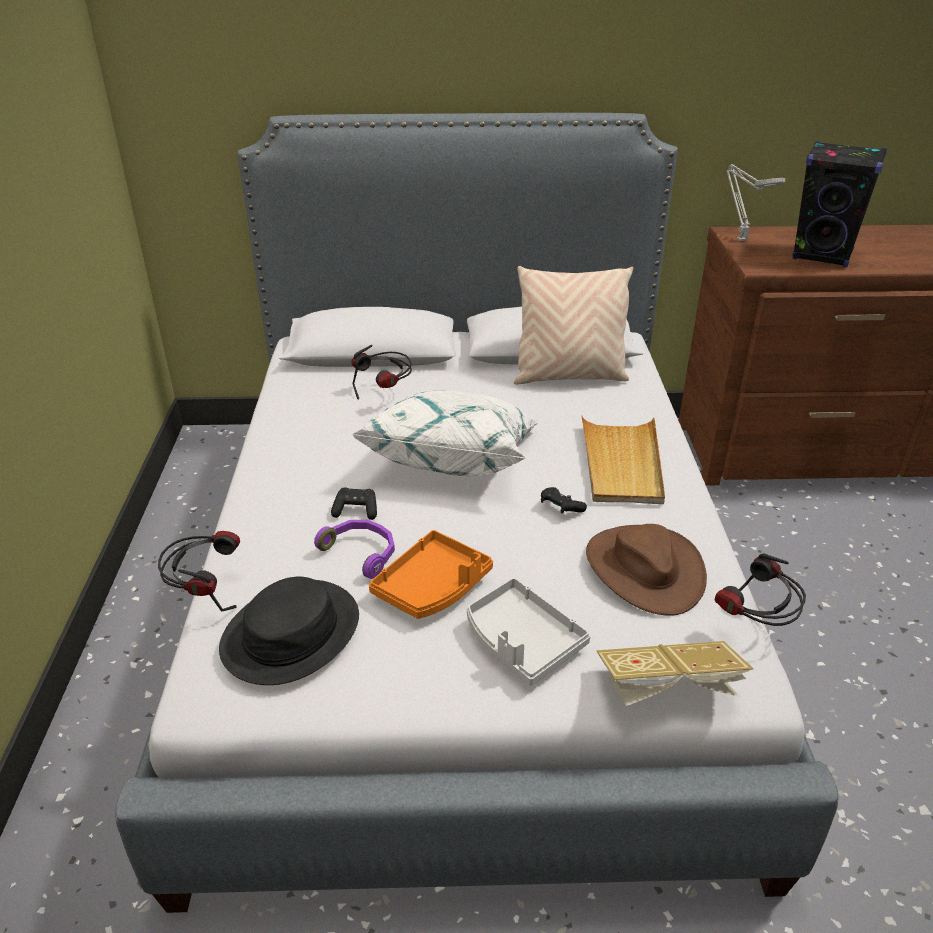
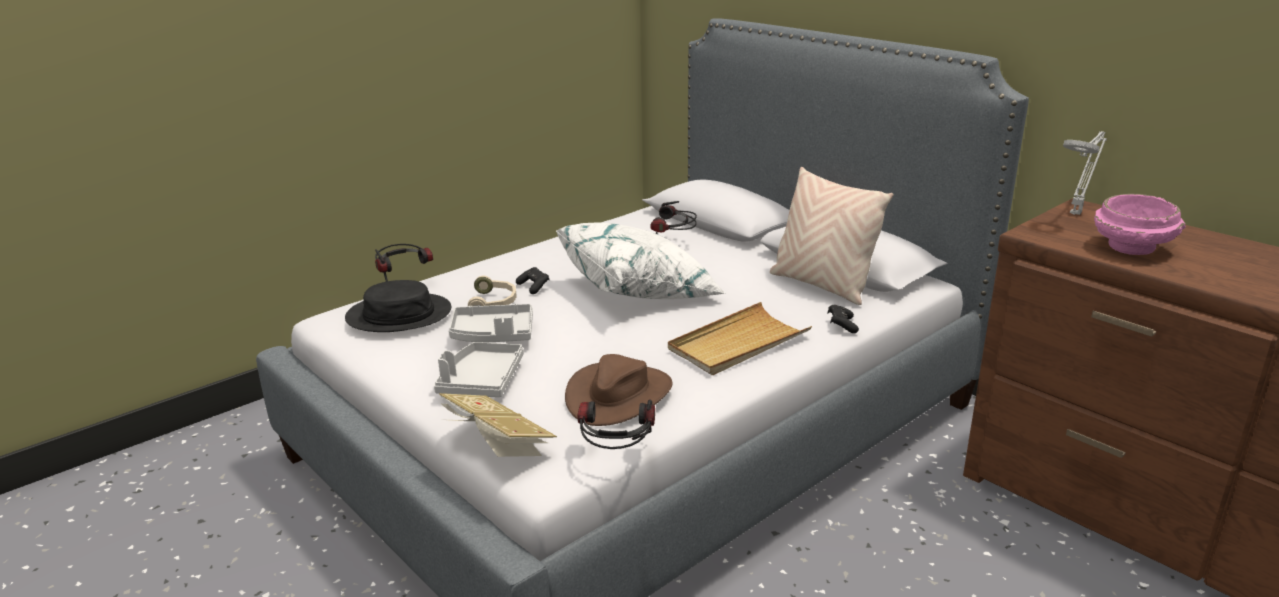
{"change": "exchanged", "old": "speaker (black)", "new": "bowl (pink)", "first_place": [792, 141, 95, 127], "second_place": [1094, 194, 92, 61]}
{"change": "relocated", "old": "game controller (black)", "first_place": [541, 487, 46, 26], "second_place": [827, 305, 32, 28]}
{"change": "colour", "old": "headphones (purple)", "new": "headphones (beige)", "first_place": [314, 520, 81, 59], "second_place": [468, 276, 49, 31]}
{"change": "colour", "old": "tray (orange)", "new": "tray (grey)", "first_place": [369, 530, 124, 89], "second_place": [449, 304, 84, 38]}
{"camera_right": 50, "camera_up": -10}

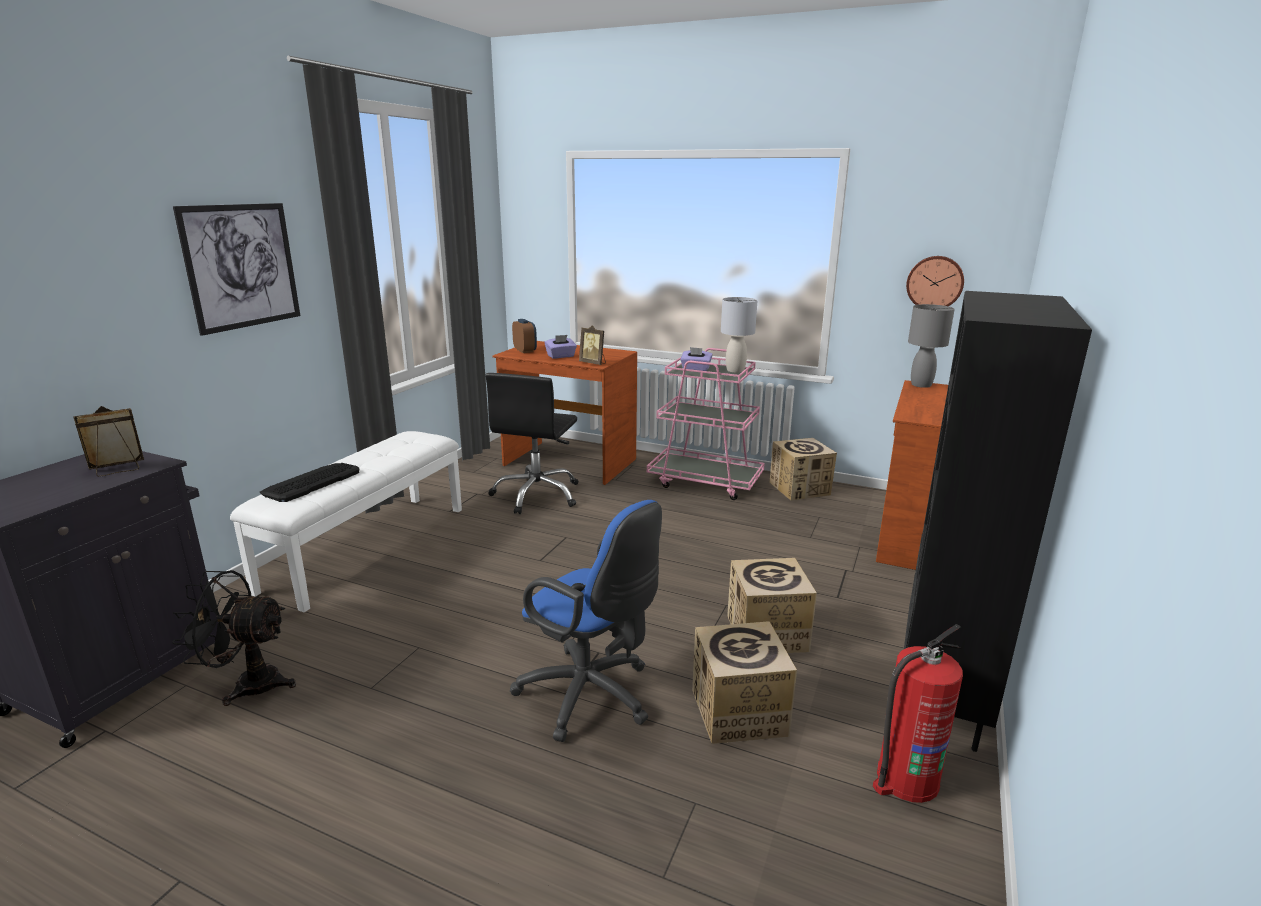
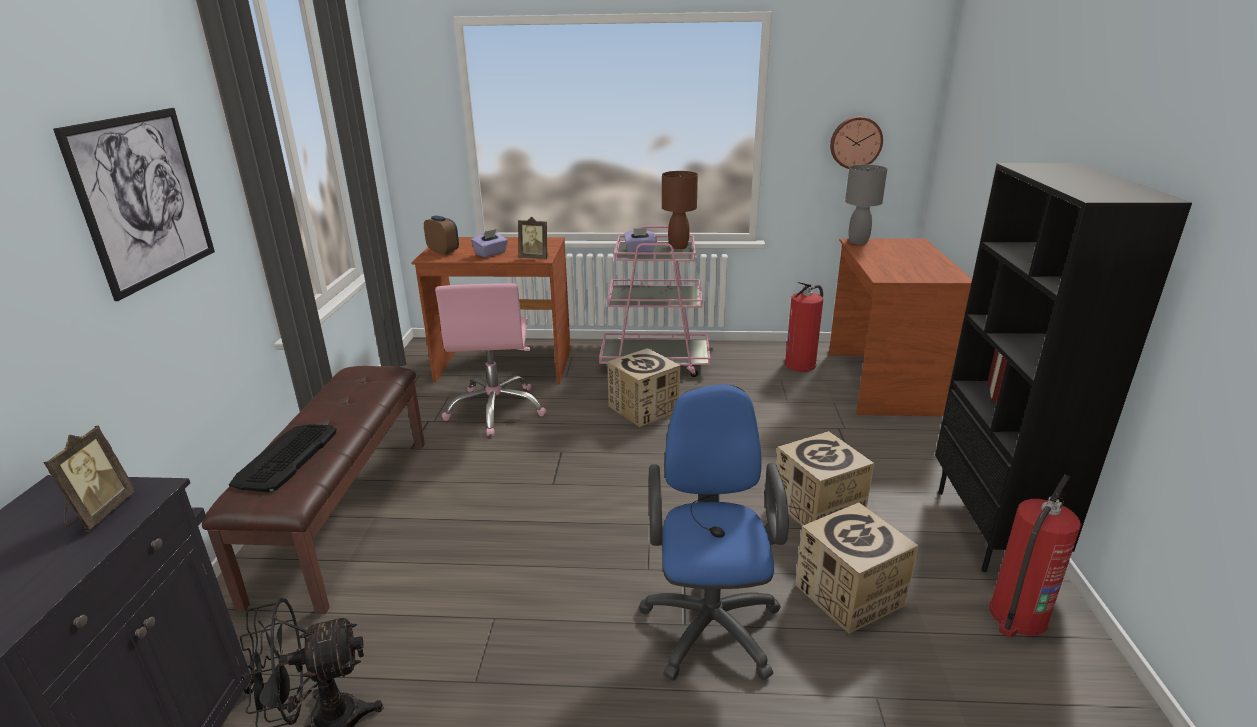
{"change": "colour", "old": "table lamp (grey)", "new": "table lamp (brown)", "first_place": [721, 297, 37, 76], "second_place": [662, 171, 36, 78]}
{"change": "colour", "old": "office chair (black)", "new": "office chair (pink)", "first_place": [485, 373, 93, 141], "second_place": [435, 283, 111, 153]}
{"change": "spun", "old": "picture frame", "first_place": [73, 406, 71, 71], "second_place": [43, 426, 92, 104], "degrees": 150}
{"change": "colour", "old": "bench (white)", "new": "bench (brown)", "first_place": [230, 431, 232, 181], "second_place": [202, 366, 223, 248]}
{"change": "relocated", "old": "cardboard box", "first_place": [770, 438, 67, 63], "second_place": [607, 348, 74, 79]}
{"change": "spun", "old": "office chair (blue)", "first_place": [510, 500, 152, 242], "second_place": [638, 384, 151, 297], "degrees": -105}
{"change": "appeared", "new": "fire extinguisher", "second_place": [785, 282, 38, 90]}
{"camera_right": -20, "camera_up": 5}

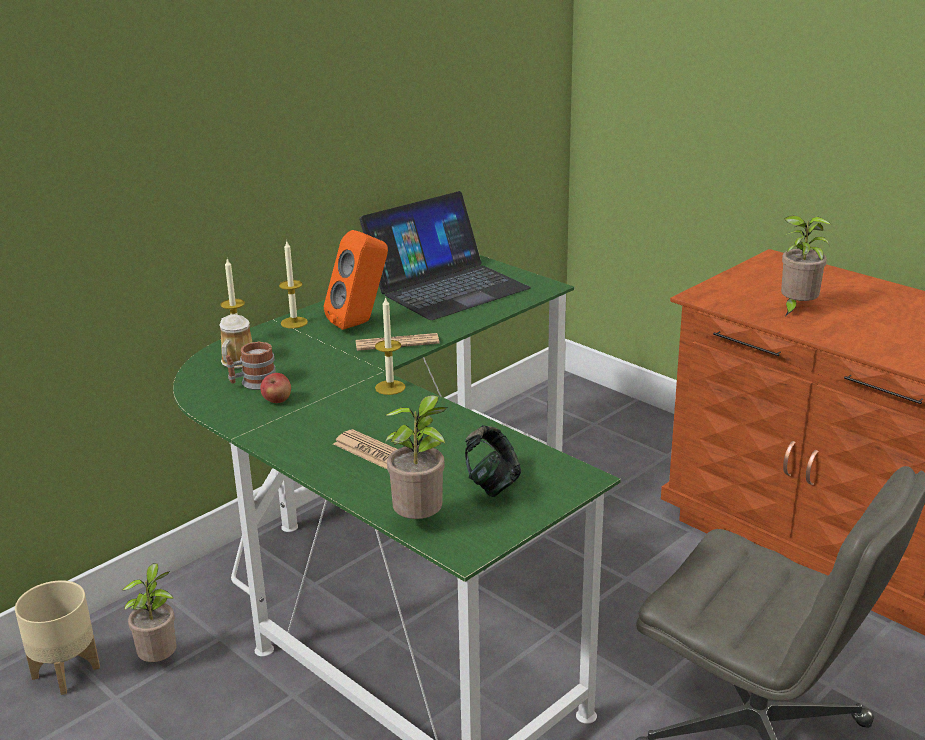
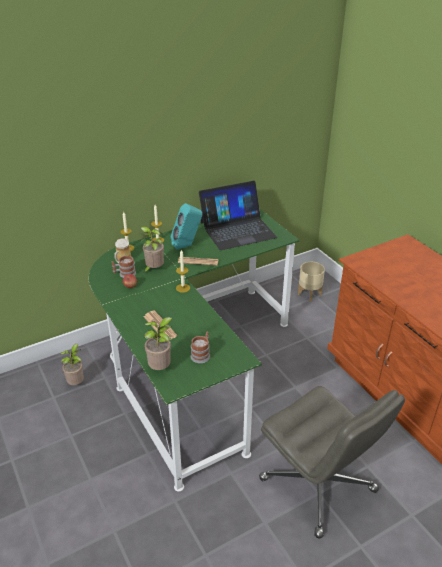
{"change": "relocated", "old": "potted plant", "first_place": [781, 215, 50, 101], "second_place": [139, 227, 25, 45]}
{"change": "colour", "old": "speaker (orange)", "new": "speaker (turquoise)", "first_place": [324, 230, 64, 100], "second_place": [171, 203, 31, 47]}
{"change": "exchanged", "old": "headphones", "new": "mug", "first_place": [465, 425, 56, 72], "second_place": [191, 332, 19, 31]}
{"change": "relocated", "old": "planter (beige)", "first_place": [15, 580, 85, 115], "second_place": [298, 262, 27, 40]}
{"camera_right": 15, "camera_up": 10}

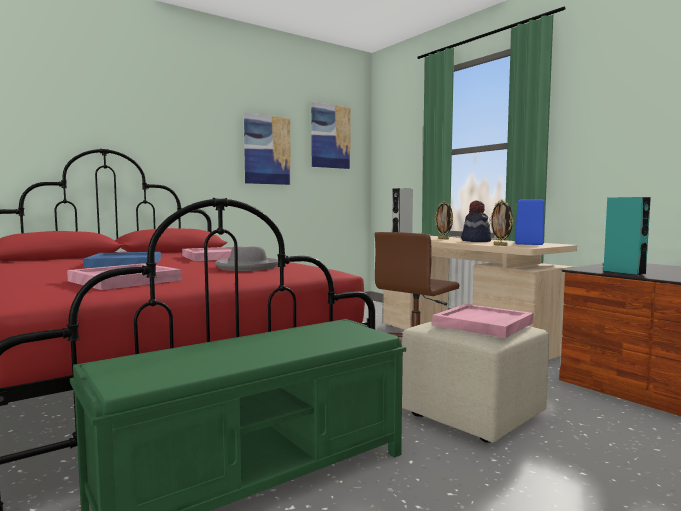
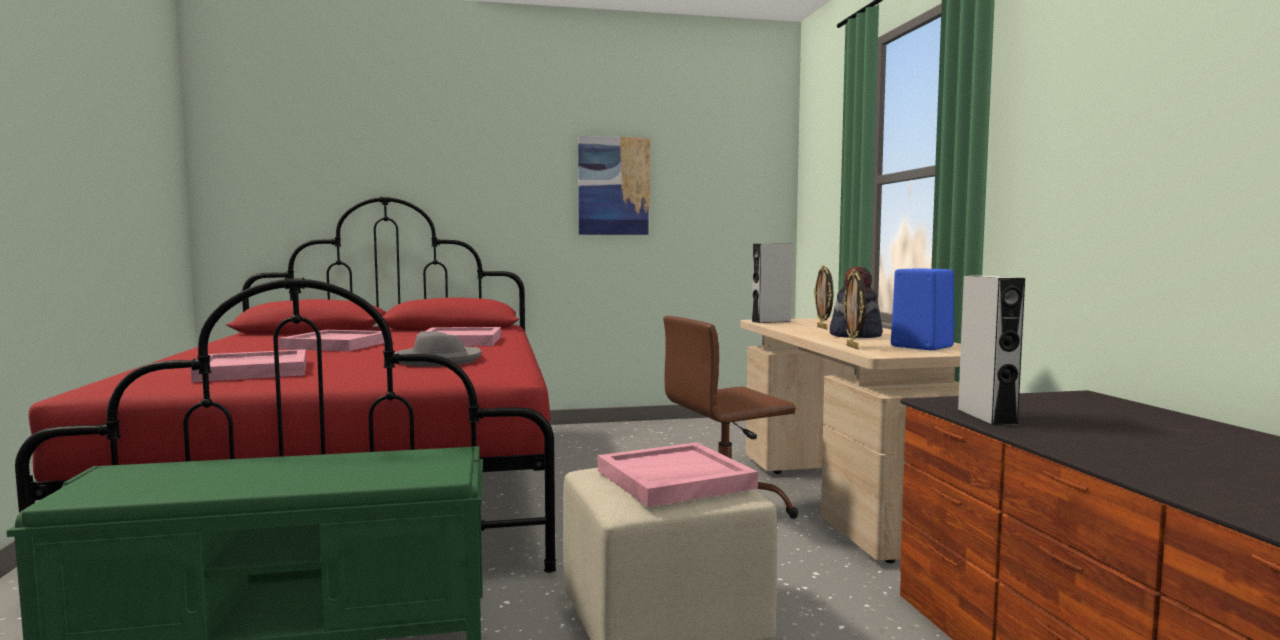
{"change": "missing", "old": "picture", "first_place": [311, 102, 40, 67]}
{"change": "colour", "old": "speaker (turquoise)", "new": "speaker (grey)", "first_place": [603, 197, 48, 79], "second_place": [958, 275, 67, 151]}
{"change": "colour", "old": "tray (blue)", "new": "tray (pink)", "first_place": [83, 252, 78, 16], "second_place": [279, 330, 112, 21]}
{"camera_right": 25, "camera_up": 0}

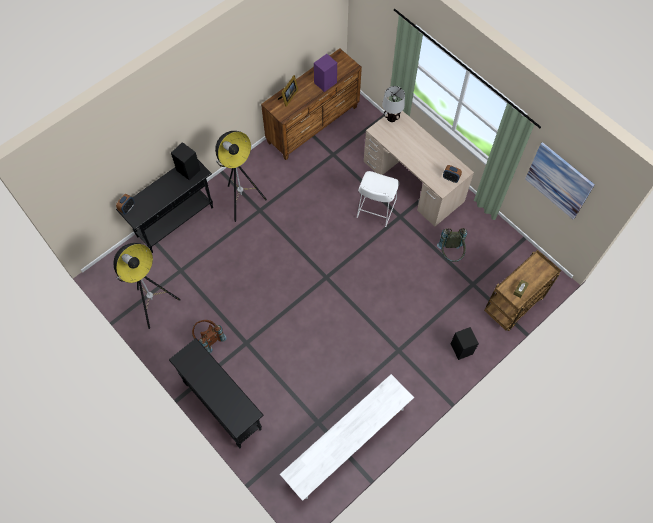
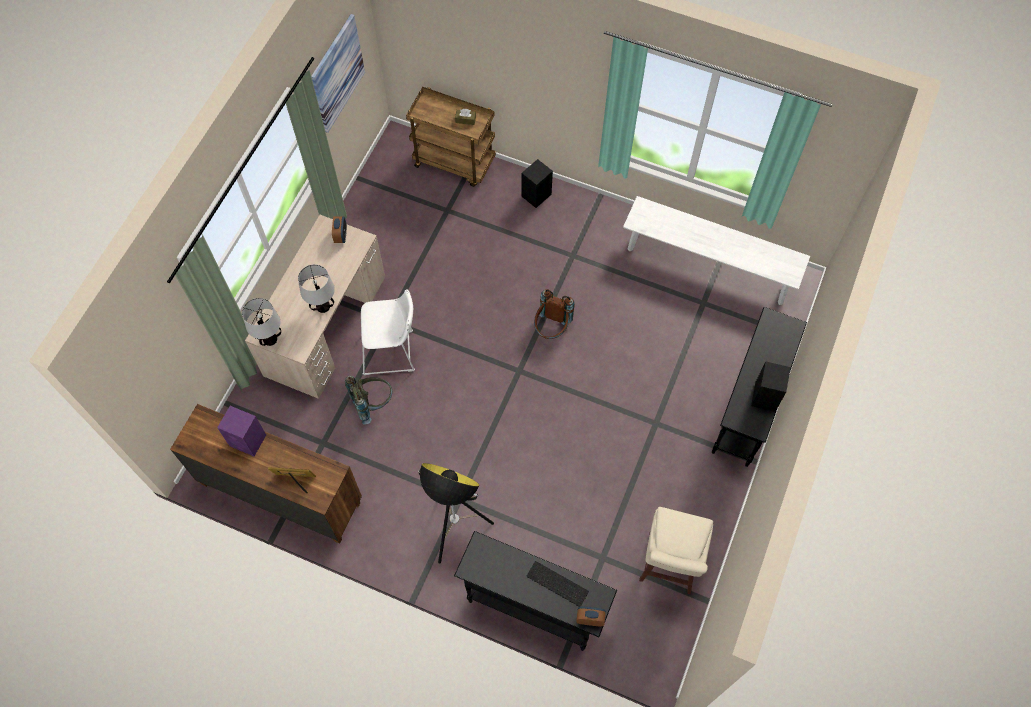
{"change": "relocated", "old": "speaker (black)", "first_place": [171, 142, 29, 38], "second_place": [751, 362, 40, 50]}
{"change": "relocated", "old": "backpack (grey)", "first_place": [437, 228, 30, 34], "second_place": [345, 376, 47, 48]}
{"change": "exchanged", "old": "floor lamp", "new": "stool (beige)", "first_place": [113, 243, 68, 86], "second_place": [639, 507, 74, 87]}
{"change": "relocated", "old": "backpack (brown)", "first_place": [192, 320, 35, 33], "second_place": [534, 289, 40, 50]}
{"change": "appeared", "new": "table lamp", "second_place": [298, 264, 37, 49]}
{"change": "appeared", "new": "keyboard", "second_place": [526, 561, 63, 46]}
{"camera_right": -115, "camera_up": 0}

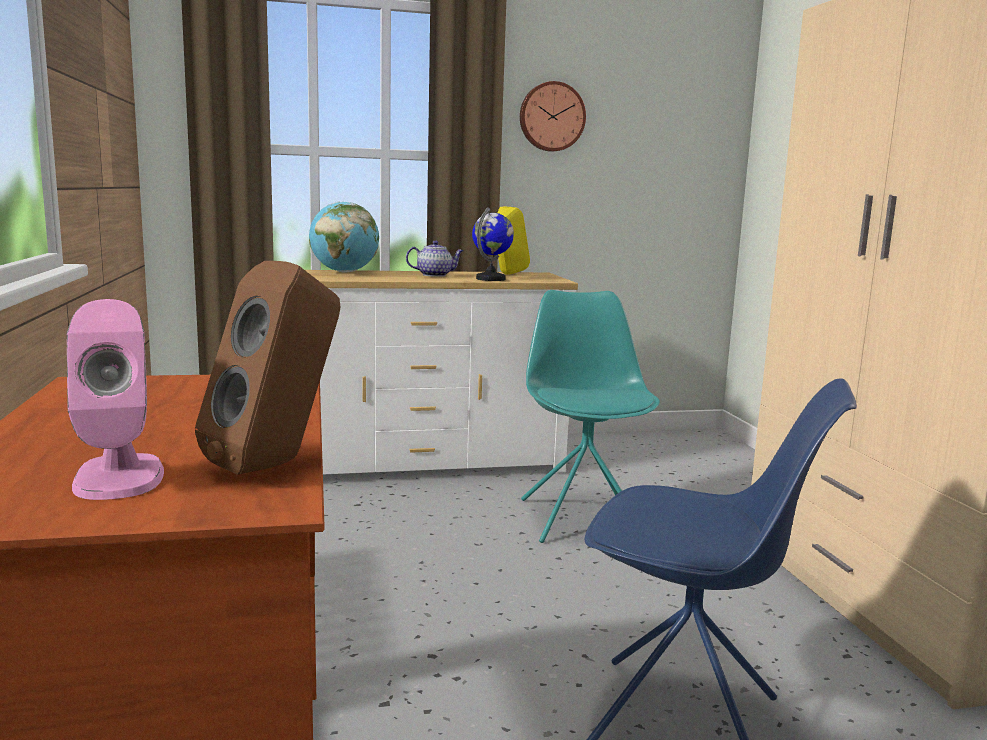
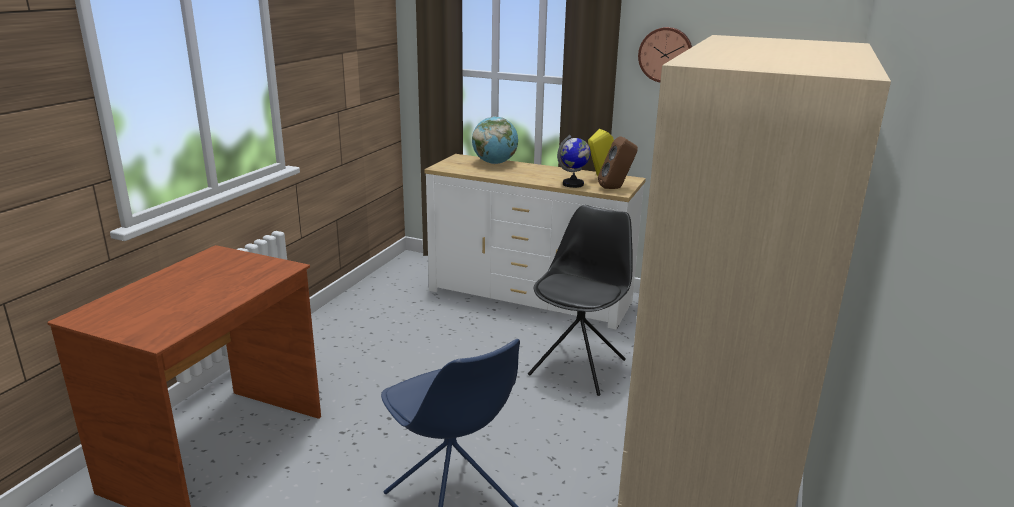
{"change": "missing", "old": "teapot", "first_place": [406, 241, 58, 36]}
{"change": "relocated", "old": "speaker (brown)", "first_place": [195, 261, 146, 214], "second_place": [598, 136, 40, 53]}
{"change": "colour", "old": "chair (turquoise)", "new": "chair (black)", "first_place": [521, 290, 139, 253], "second_place": [528, 205, 105, 191]}
{"change": "missing", "old": "speaker (pink)", "first_place": [67, 299, 97, 201]}
{"camera_right": 35, "camera_up": 10}

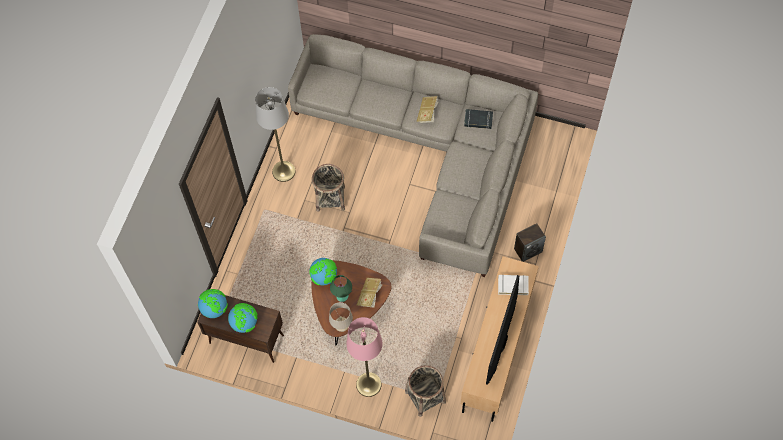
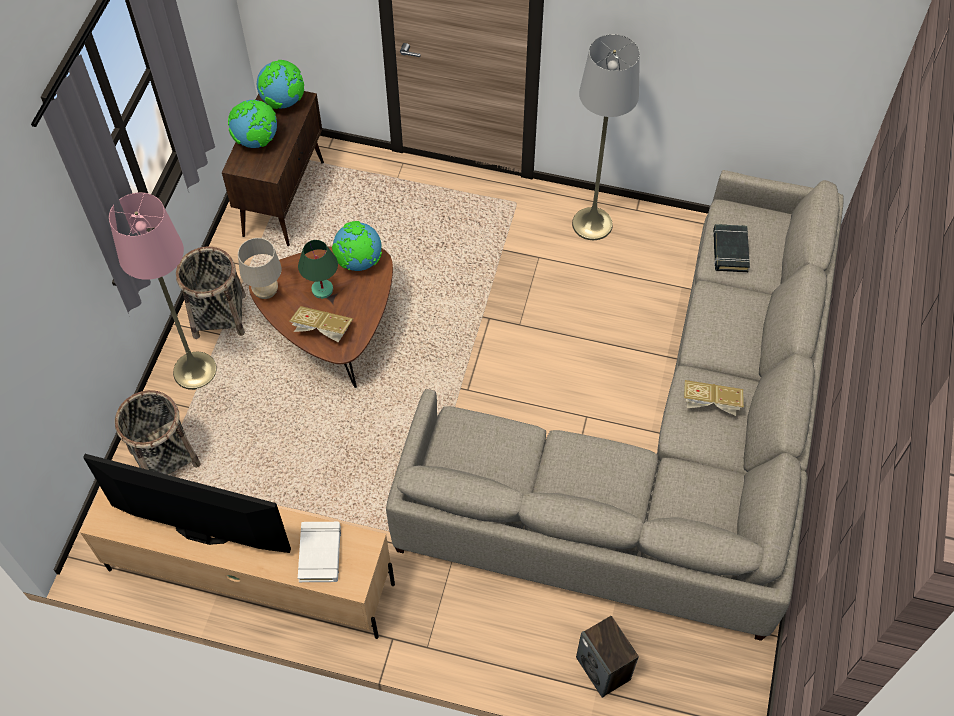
{"change": "relocated", "old": "book (black)", "first_place": [464, 109, 29, 20], "second_place": [713, 224, 37, 48]}
{"change": "relocated", "old": "basket", "first_place": [312, 164, 33, 48], "second_place": [176, 247, 70, 92]}
{"change": "relocated", "old": "speaker", "first_place": [514, 223, 32, 39], "second_place": [576, 616, 63, 82]}
{"camera_right": 85, "camera_up": -5}

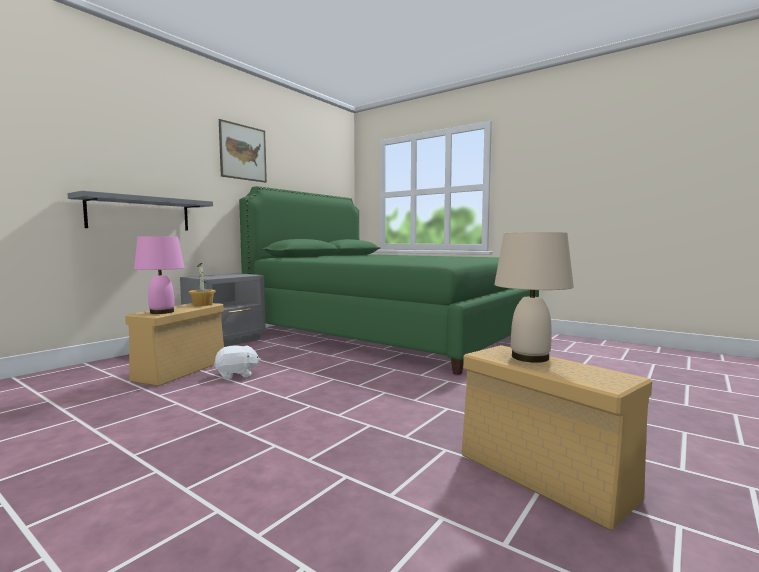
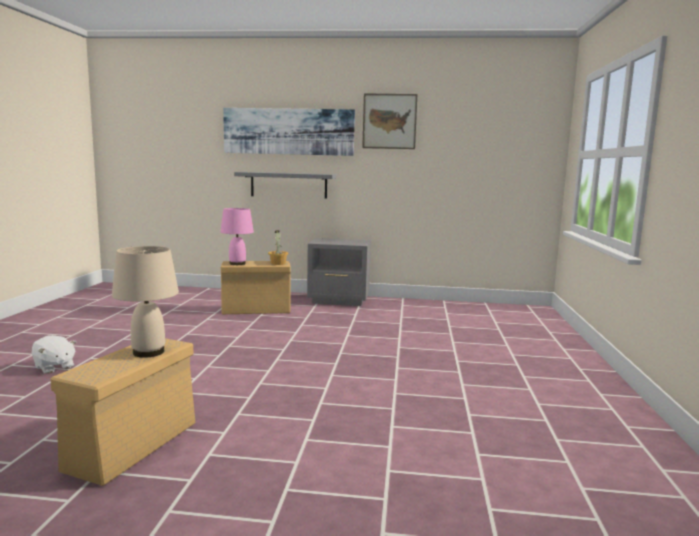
{"change": "missing", "old": "bed (green)", "first_place": [239, 186, 300, 189]}
{"change": "relocated", "old": "plush toy (white)", "first_place": [214, 346, 47, 33], "second_place": [32, 335, 44, 39]}
{"change": "appeared", "new": "picture", "second_place": [223, 108, 132, 48]}
{"camera_right": 60, "camera_up": 5}

